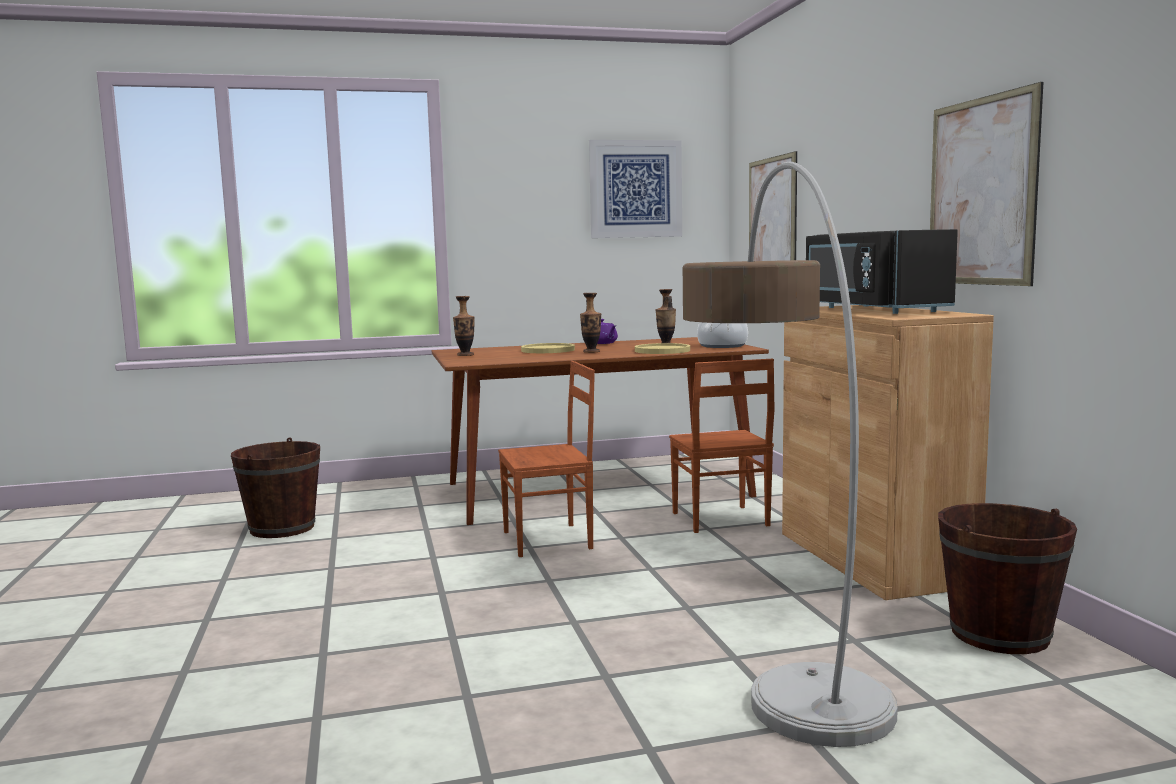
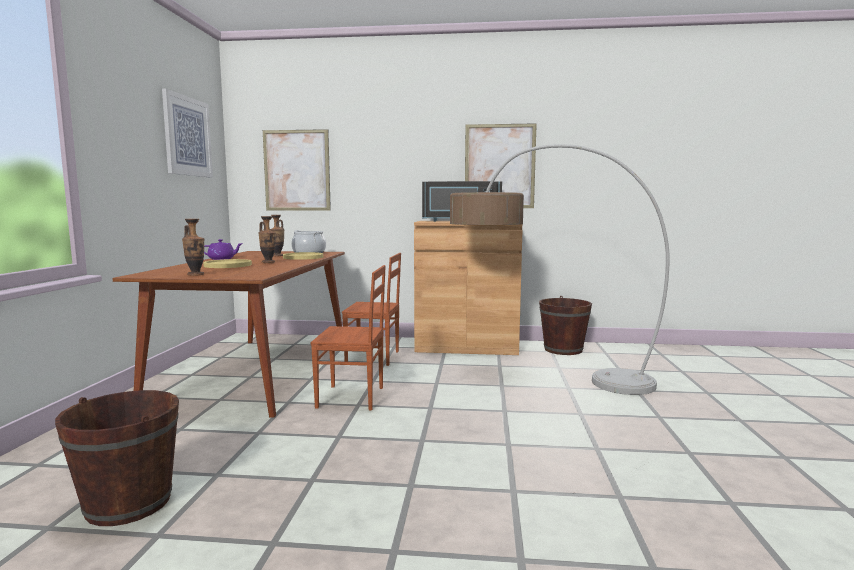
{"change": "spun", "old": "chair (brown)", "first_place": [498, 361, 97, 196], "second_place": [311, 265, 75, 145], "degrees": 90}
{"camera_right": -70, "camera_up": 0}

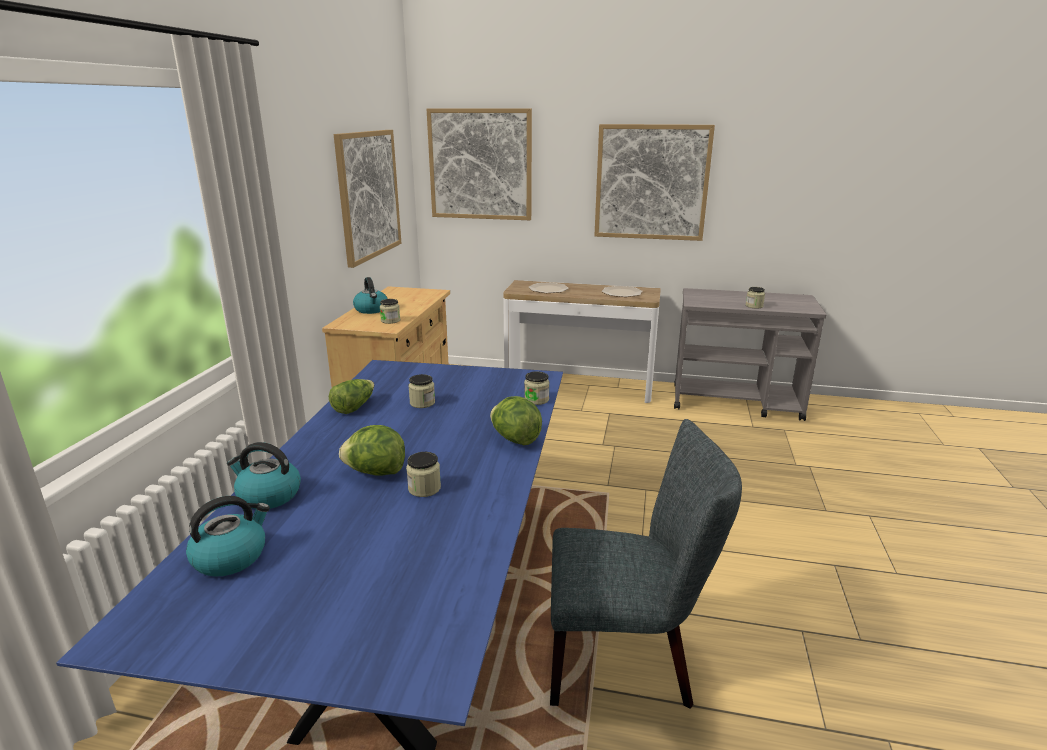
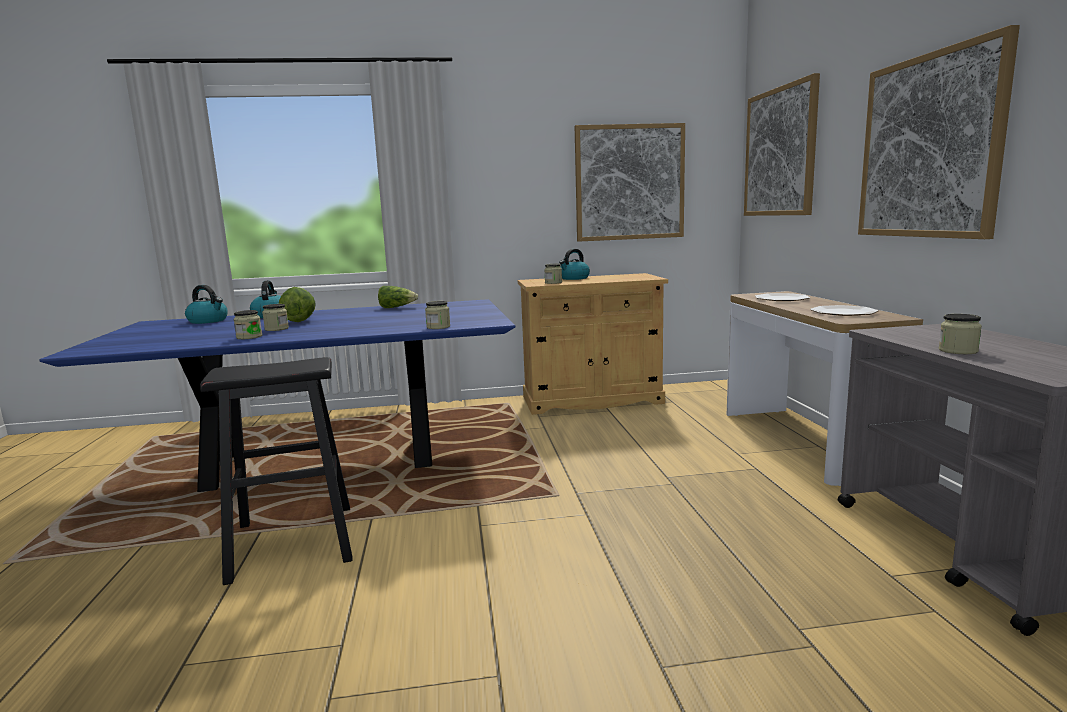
{"change": "relocated", "old": "jar", "first_place": [408, 374, 27, 34], "second_place": [234, 310, 28, 29]}
{"change": "missing", "old": "lettuce", "first_place": [490, 396, 52, 49]}
{"change": "exchanged", "old": "chair (grey)", "new": "stool (black)", "first_place": [550, 419, 192, 290], "second_place": [200, 357, 153, 228]}
{"camera_right": 70, "camera_up": -10}

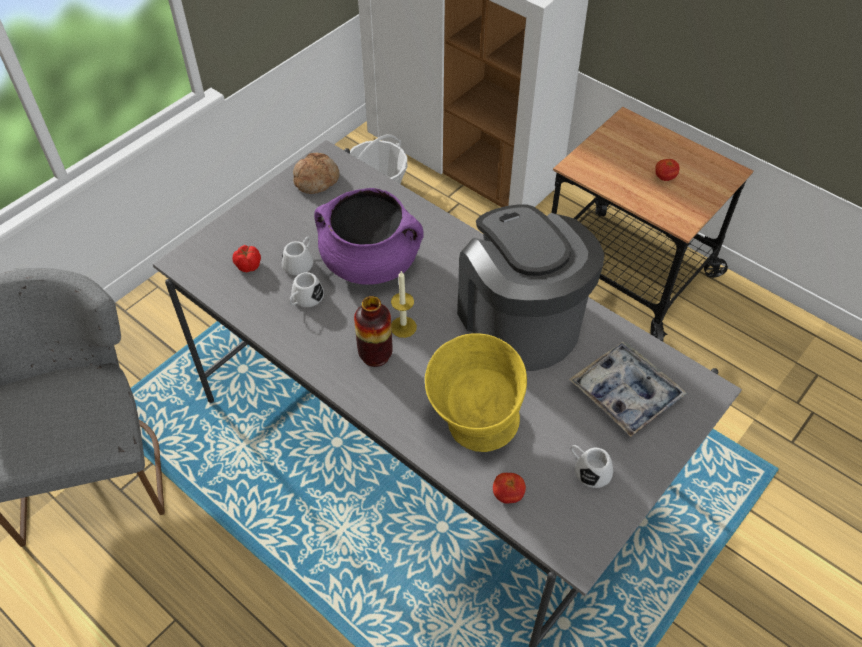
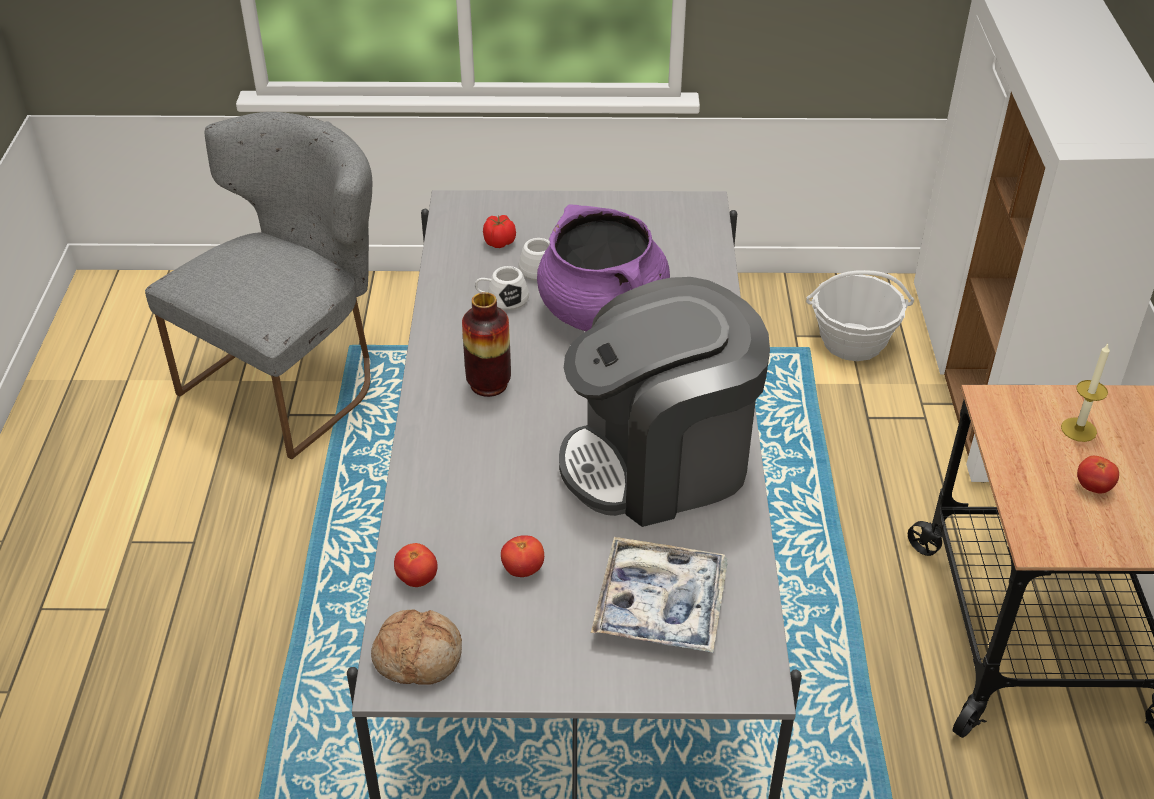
{"change": "relocated", "old": "bread", "first_place": [293, 153, 47, 41], "second_place": [371, 609, 91, 76]}
{"change": "spun", "old": "coffee machine", "first_place": [457, 205, 148, 166], "second_place": [559, 277, 211, 250], "degrees": -135}
{"change": "relocated", "old": "candle", "first_place": [391, 271, 26, 67], "second_place": [1061, 344, 49, 98]}
{"change": "missing", "old": "bowl (yellow)", "first_place": [425, 333, 102, 119]}
{"change": "missing", "old": "mug (white)", "first_place": [571, 445, 42, 43]}
{"change": "appeared", "new": "tomato", "second_place": [501, 535, 43, 42]}
{"camera_right": 50, "camera_up": -10}

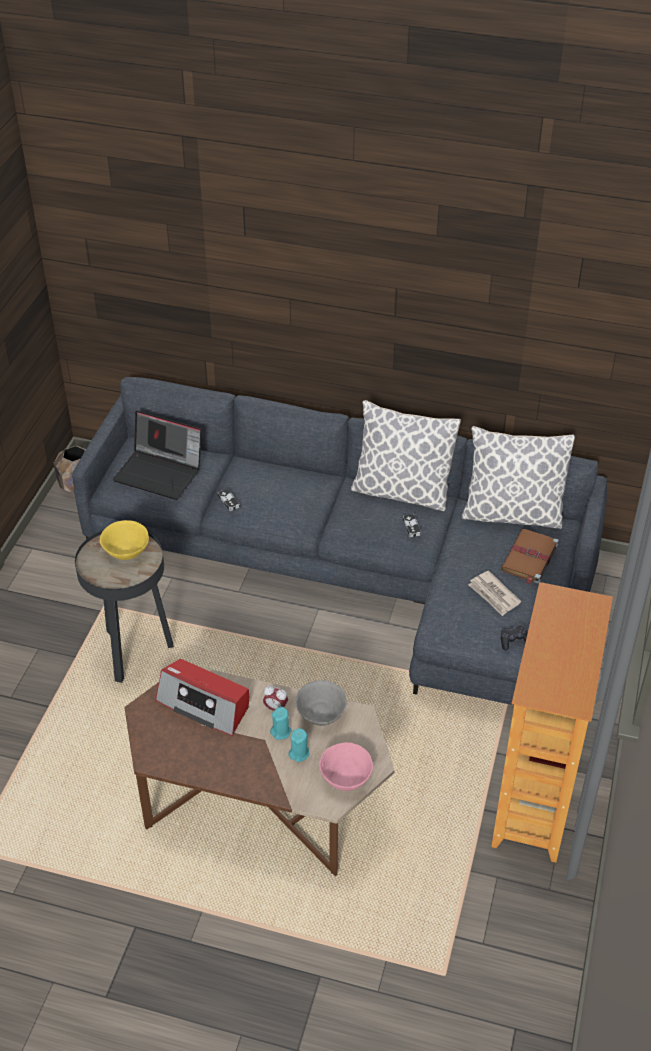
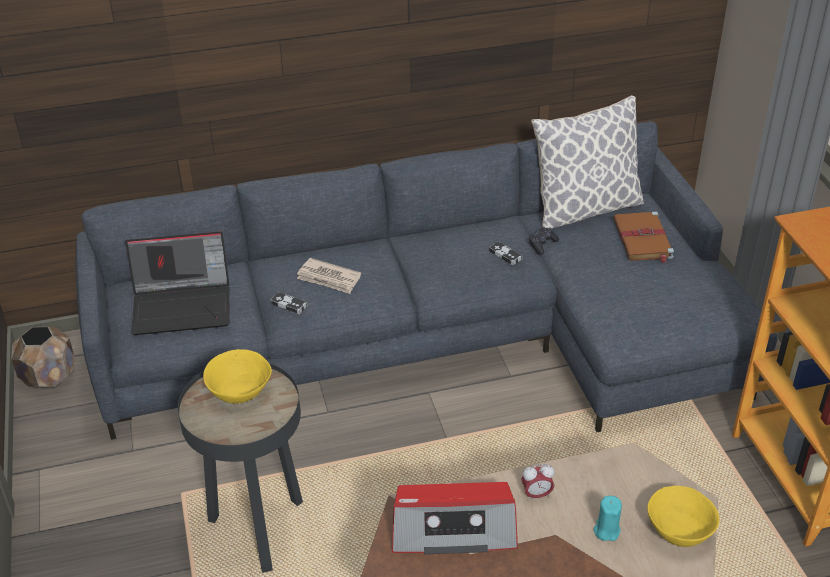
{"change": "missing", "old": "pillow", "first_place": [351, 400, 110, 111]}
{"change": "relocated", "old": "newspaper", "first_place": [468, 570, 53, 46], "second_place": [297, 258, 64, 36]}
{"change": "relocated", "old": "game controller (black)", "first_place": [501, 625, 27, 25], "second_place": [528, 227, 31, 28]}
{"change": "missing", "old": "bowl (grey)", "first_place": [295, 680, 52, 46]}
{"change": "missing", "old": "candle (turquoise)", "first_place": [270, 707, 22, 33]}
{"change": "colour", "old": "bowl (pink)", "new": "bowl (yellow)", "first_place": [319, 742, 54, 49], "second_place": [647, 486, 72, 61]}
{"camera_right": -30, "camera_up": -5}

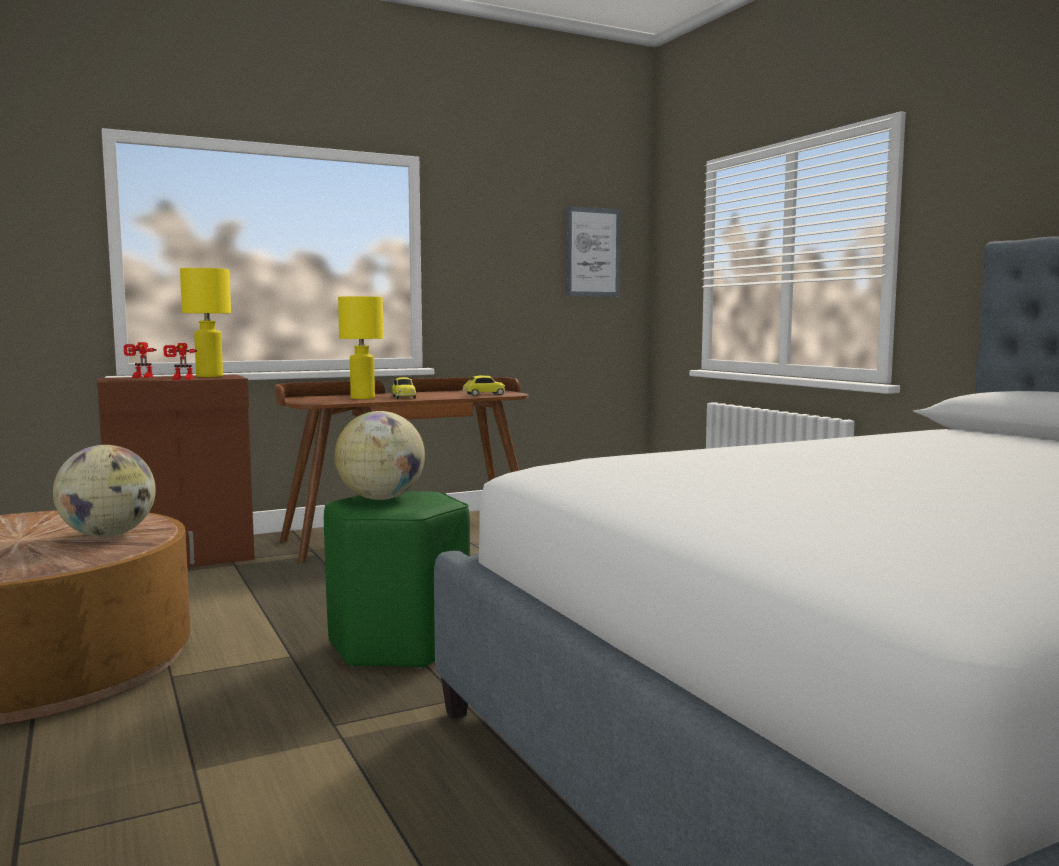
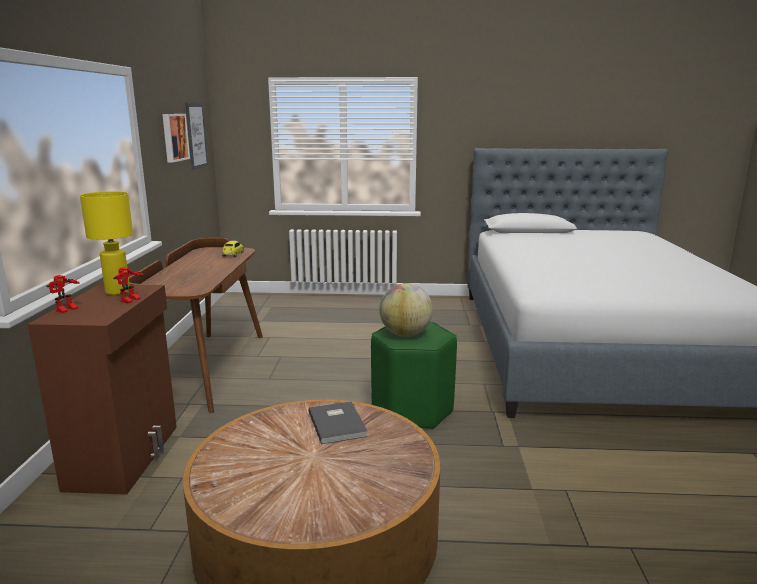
{"change": "missing", "old": "table lamp (yellow)", "first_place": [338, 296, 45, 103]}
{"change": "missing", "old": "toy car", "first_place": [392, 377, 24, 22]}
{"change": "exchanged", "old": "globe", "new": "book (grey)", "first_place": [53, 445, 103, 92], "second_place": [308, 401, 59, 43]}
{"change": "appeared", "new": "picture", "second_place": [162, 114, 28, 49]}
{"camera_right": -60, "camera_up": 10}

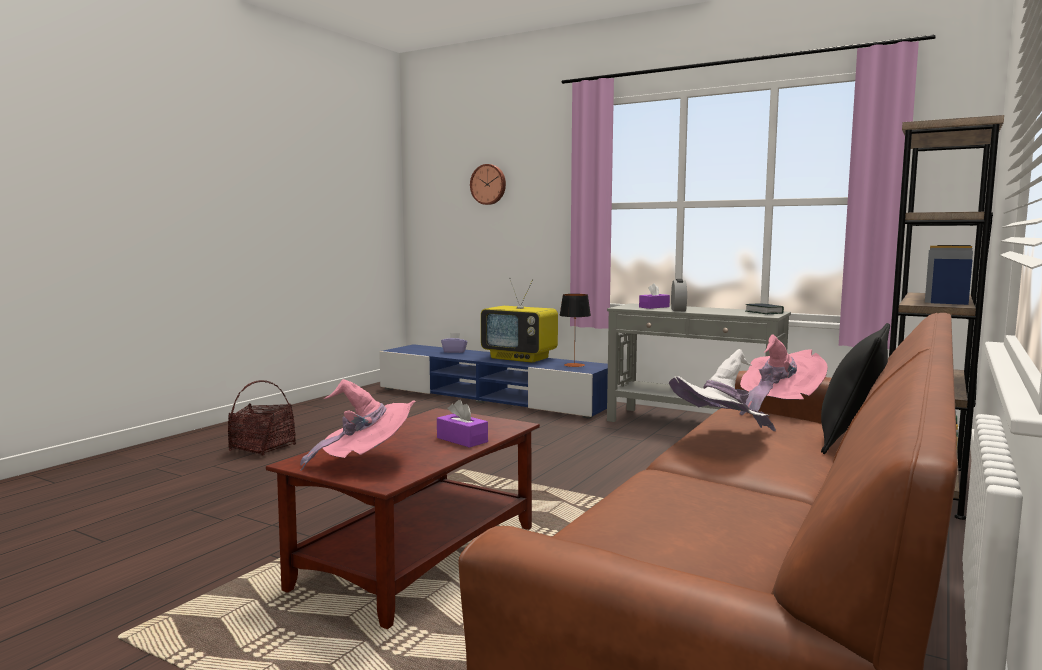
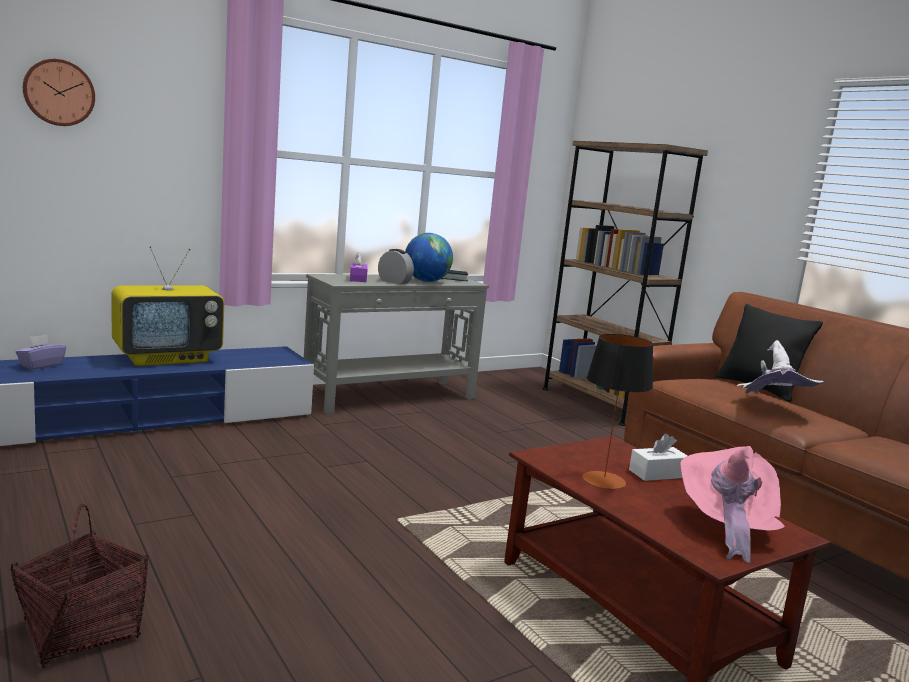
{"change": "relocated", "old": "table lamp", "first_place": [560, 294, 31, 73], "second_place": [582, 334, 71, 155]}
{"change": "missing", "old": "hat (pink)", "first_place": [740, 334, 88, 83]}
{"change": "colour", "old": "tissue box (purple)", "new": "tissue box (white)", "first_place": [437, 400, 51, 48], "second_place": [629, 433, 59, 48]}
{"change": "appeared", "new": "globe", "second_place": [405, 233, 48, 49]}
{"camera_right": -65, "camera_up": 5}

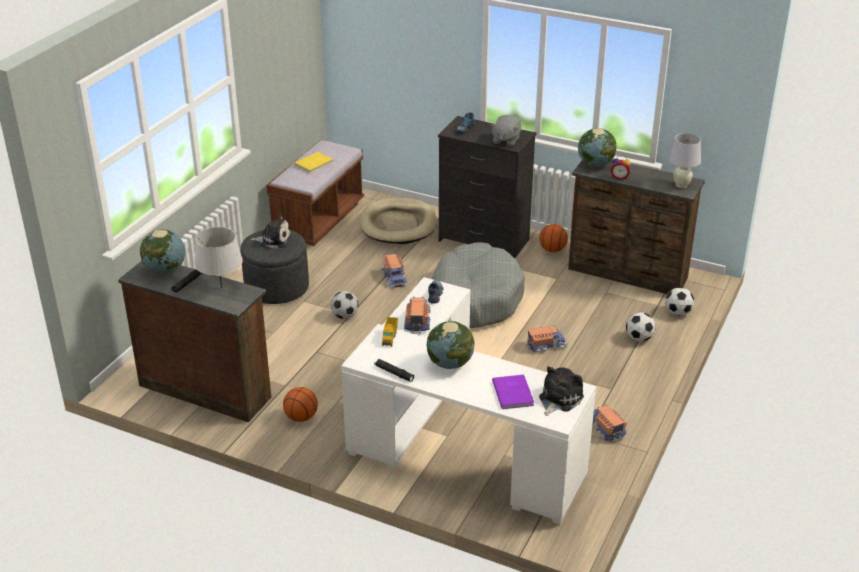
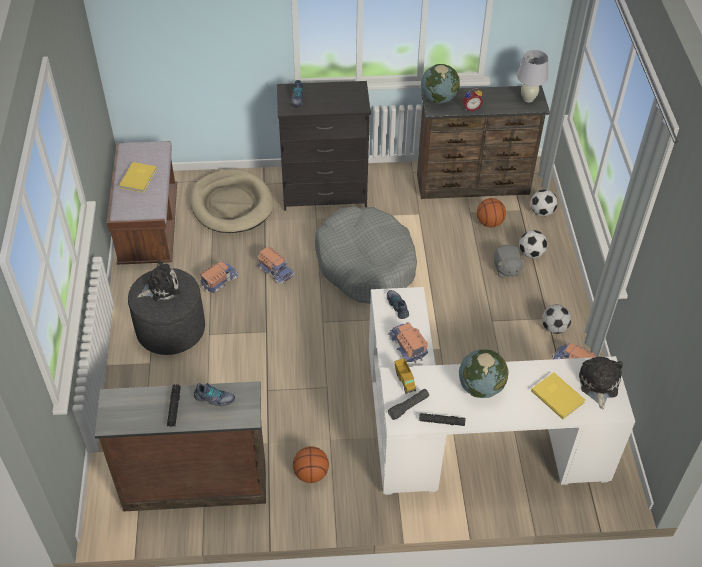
{"change": "relocated", "old": "plush toy (grey)", "first_place": [490, 115, 31, 31], "second_place": [494, 245, 32, 33]}
{"change": "relocated", "old": "basketball", "first_place": [539, 224, 29, 28], "second_place": [477, 198, 29, 29]}
{"change": "exchanged", "old": "table lamp (grey)", "new": "shoe", "first_place": [194, 227, 49, 61], "second_place": [194, 383, 41, 23]}
{"change": "missing", "old": "globe", "first_place": [140, 229, 45, 45]}
{"change": "relocated", "old": "football", "first_place": [331, 291, 27, 28], "second_place": [542, 304, 29, 30]}
{"change": "relocated", "old": "toy truck", "first_place": [526, 325, 41, 27], "second_place": [200, 261, 39, 32]}
{"change": "colour", "old": "book (purple)", "new": "book (yellow)", "first_place": [492, 375, 42, 34], "second_place": [531, 372, 55, 47]}
{"change": "appeared", "new": "flashlight (black)", "second_place": [388, 389, 41, 31]}
{"camera_right": -30, "camera_up": 15}

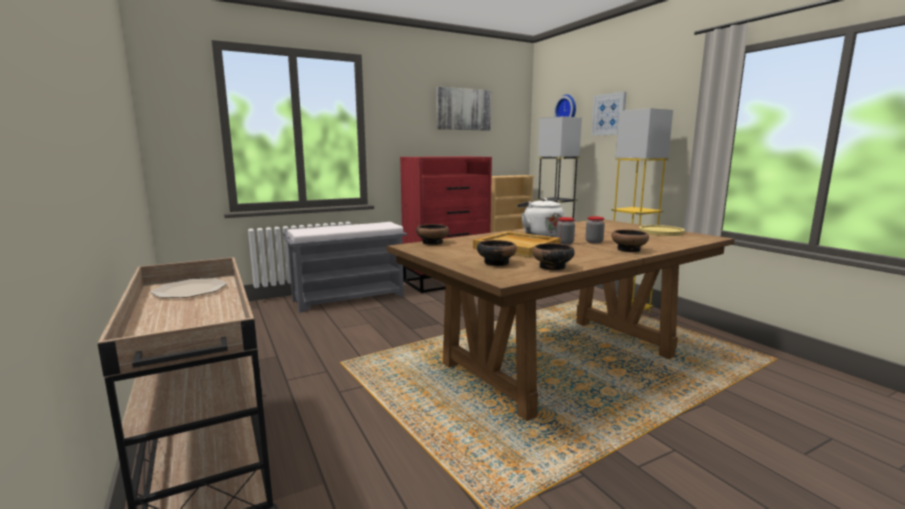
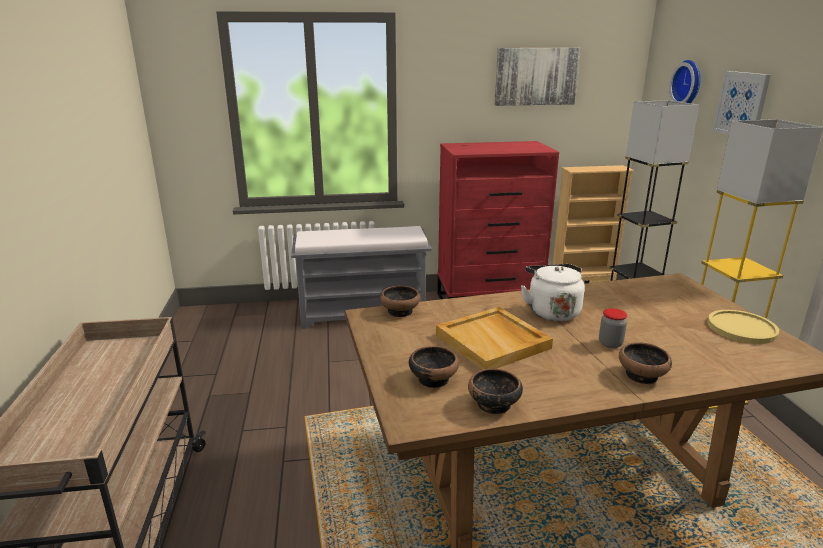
{"change": "missing", "old": "jar", "first_place": [556, 217, 19, 28]}
{"change": "missing", "old": "plate", "first_place": [151, 279, 76, 19]}
{"camera_right": 20, "camera_up": 10}

